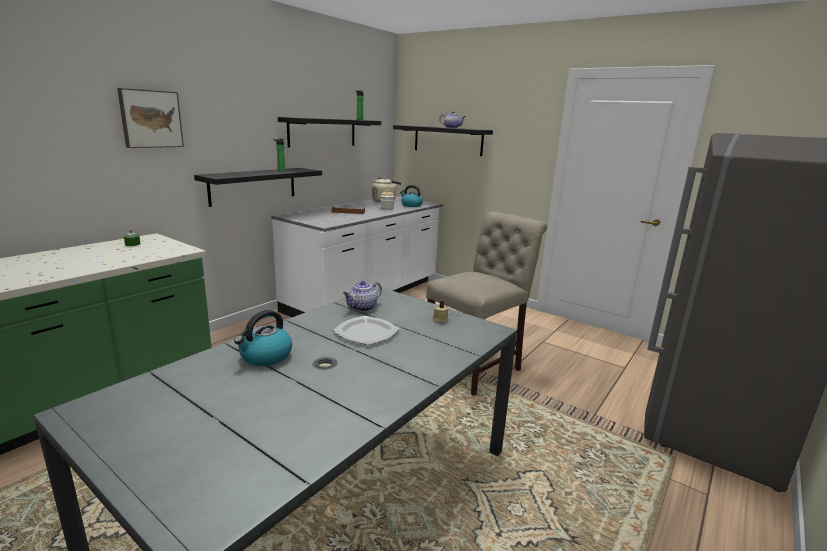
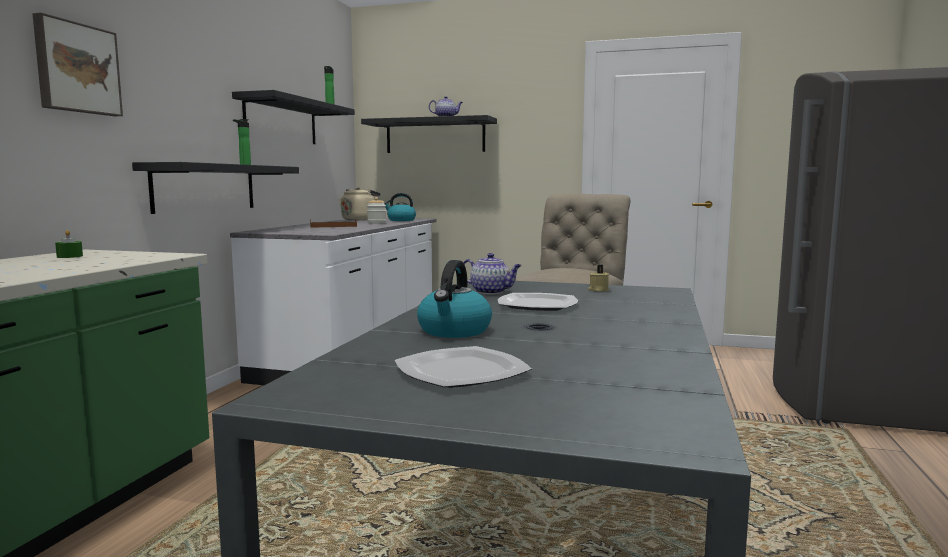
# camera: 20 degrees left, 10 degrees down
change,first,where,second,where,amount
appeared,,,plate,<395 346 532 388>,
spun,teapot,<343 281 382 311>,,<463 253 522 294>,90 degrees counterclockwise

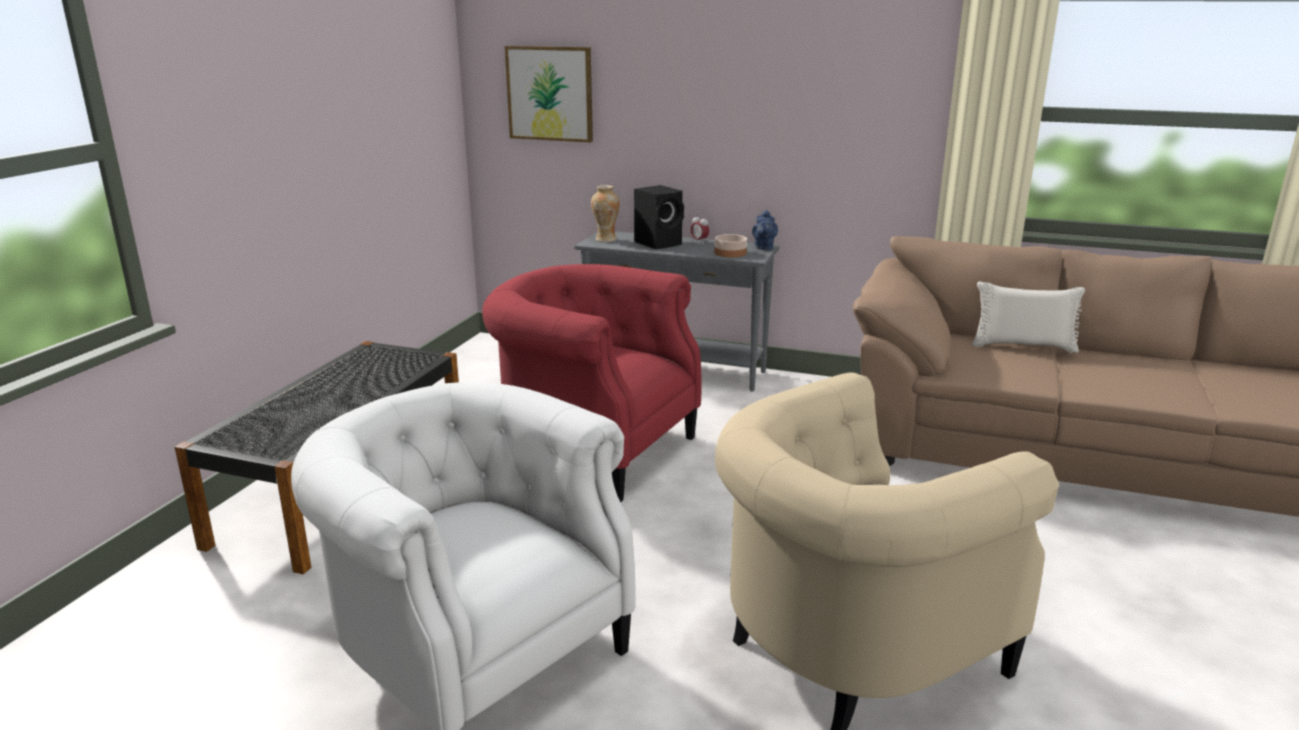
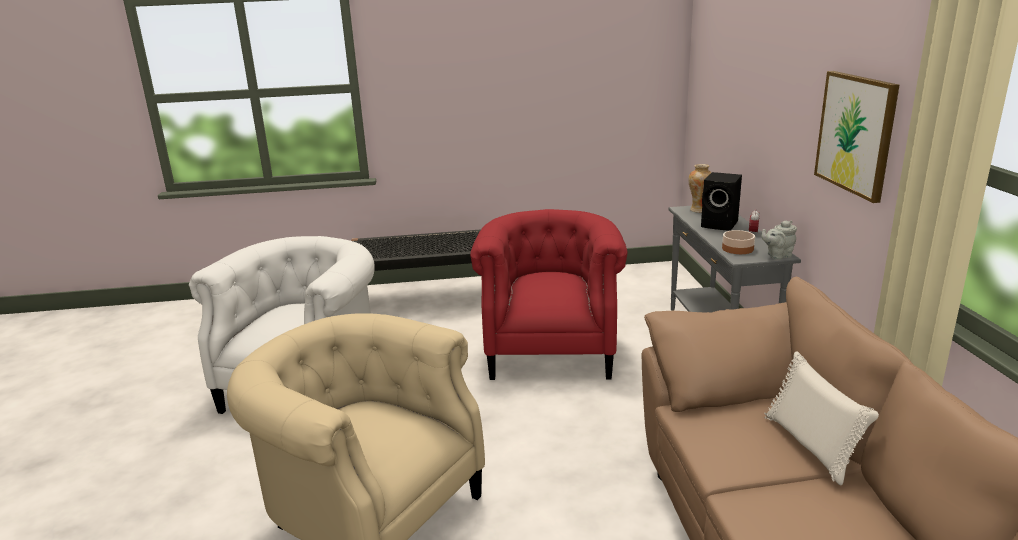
# camera: 65 degrees right, 0 degrees up
change,first,where,second,where,amount
relocated,wall art,<505 46 593 142>,,<814 71 899 203>,
colour,teapot (bluish),<752 210 778 250>,teapot (grey),<762 220 797 259>,

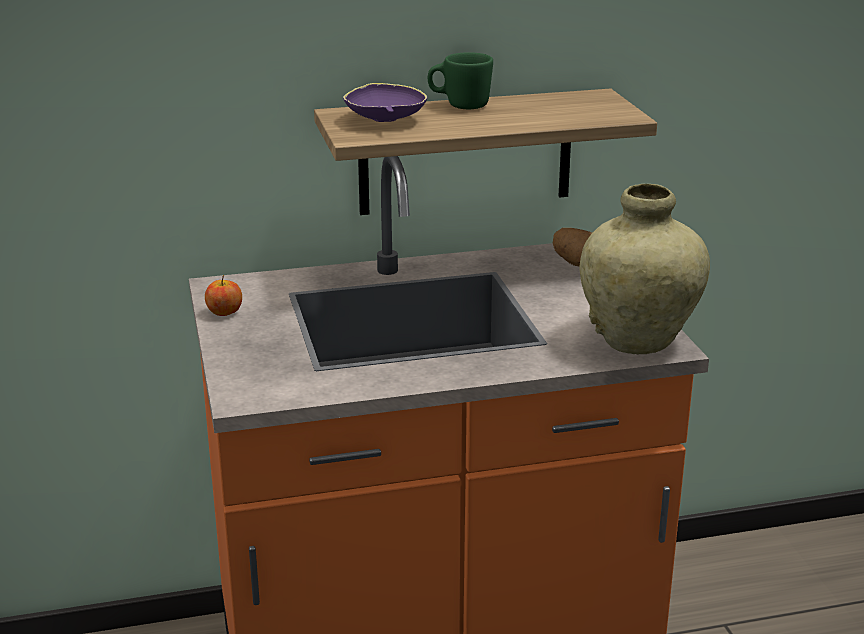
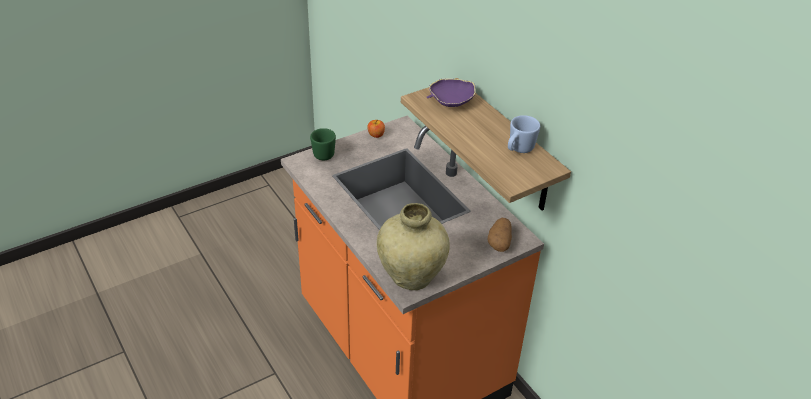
# camera: 70 degrees right, 15 degrees up
change,first,where,second,where,amount
appeared,,,coffee mug (bluish),<508 115 540 153>,
relocated,coffee mug (green-coloured),<428 52 493 109>,,<310 128 336 160>,

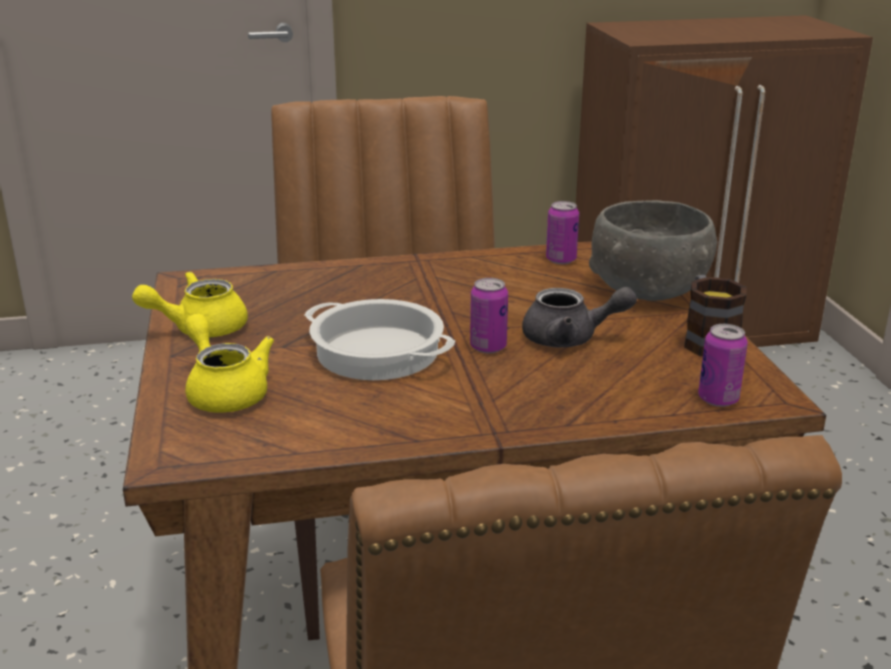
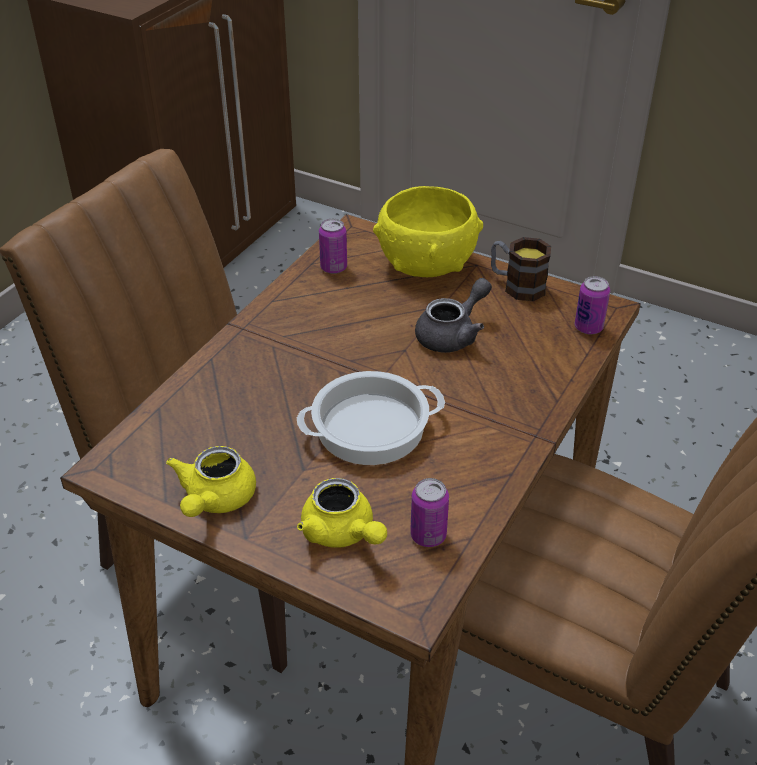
# camera: 50 degrees left, 15 degrees up
change,first,where,second,where,amount
relocated,sealed can,<470 278 508 354>,,<410 478 449 547>,
colour,serving bowl (grey),<589 200 717 301>,serving bowl (yellowish),<373 186 483 277>,
spun,teapot (yellowish),<185 314 274 413>,,<297 478 387 548>,135 degrees counterclockwise

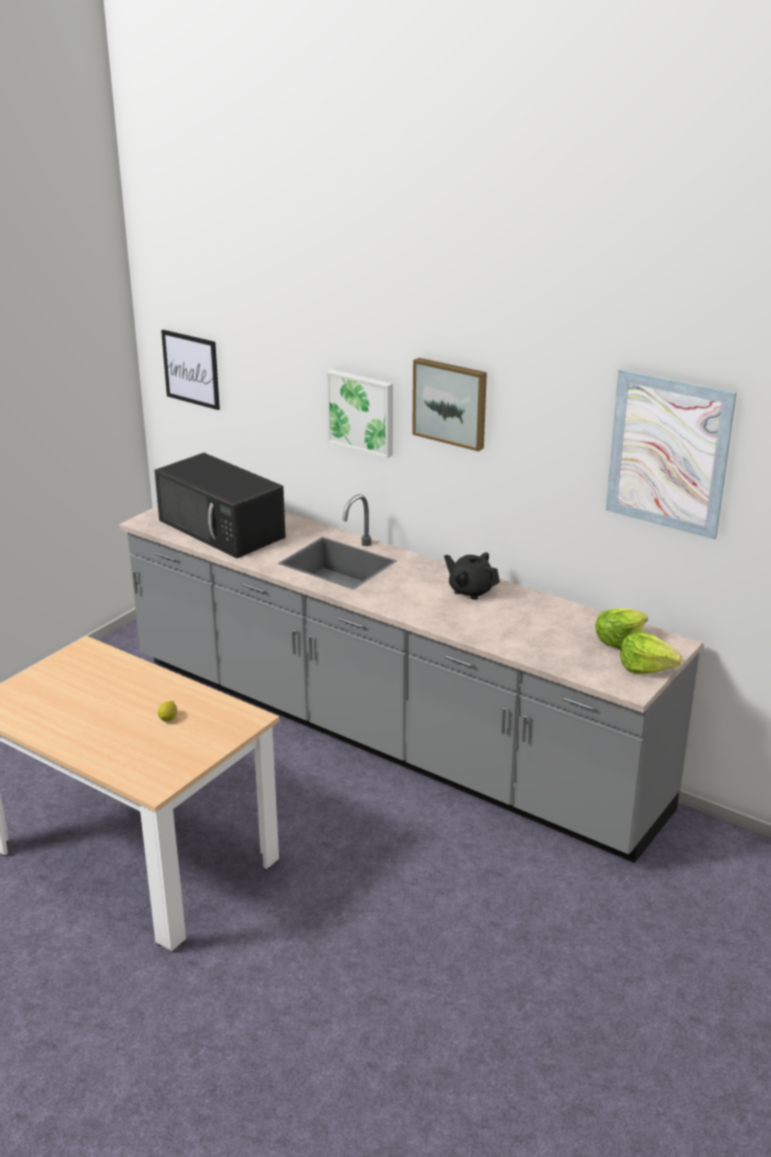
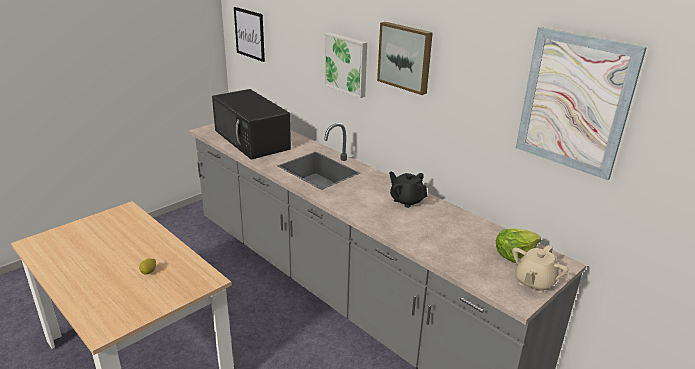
# camera: 10 degrees right, 0 degrees up
change,first,where,second,where,amount
exchanged,lettuce head,<620 631 682 674>,teapot (beige-coloured),<512 245 568 293>,

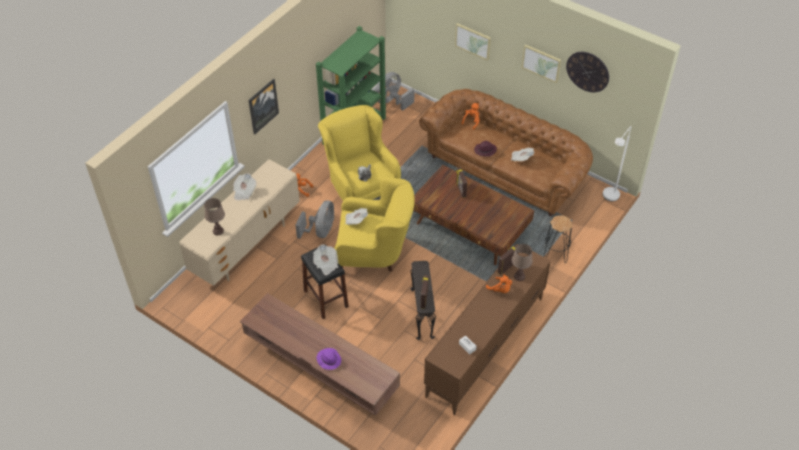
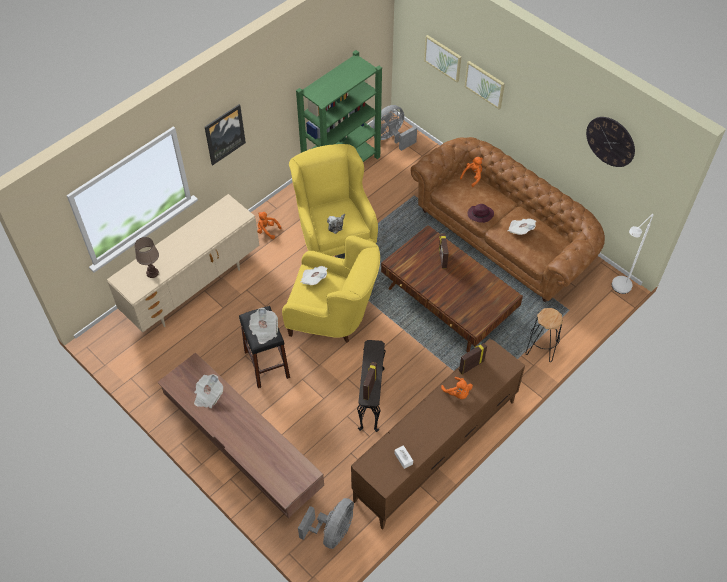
# camera: 10 degrees right, 5 degrees up
change,first,where,second,where,amount
missing,hat (purple),<317 348 341 370>,,,
missing,lamp for a table (brown),<512 244 533 281>,,,
relocated,daily paper,<233 173 257 200>,,<194 374 223 408>,
relocated,electric fan (grey),<295 200 334 239>,,<298 498 354 549>,
relocated,wall art,<522 44 561 83>,,<424 35 461 83>,

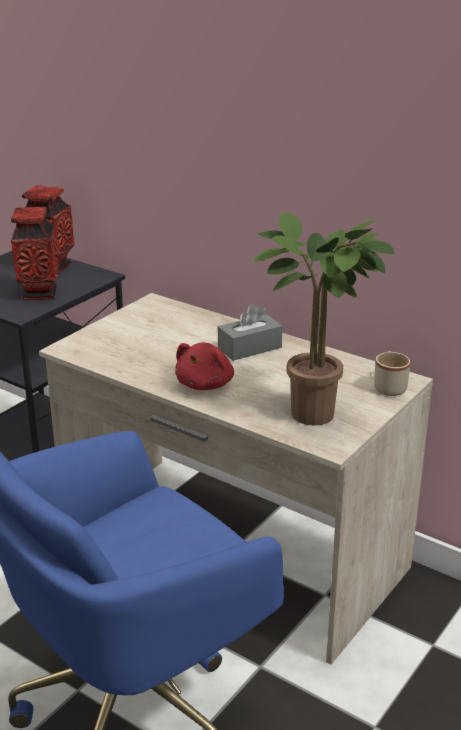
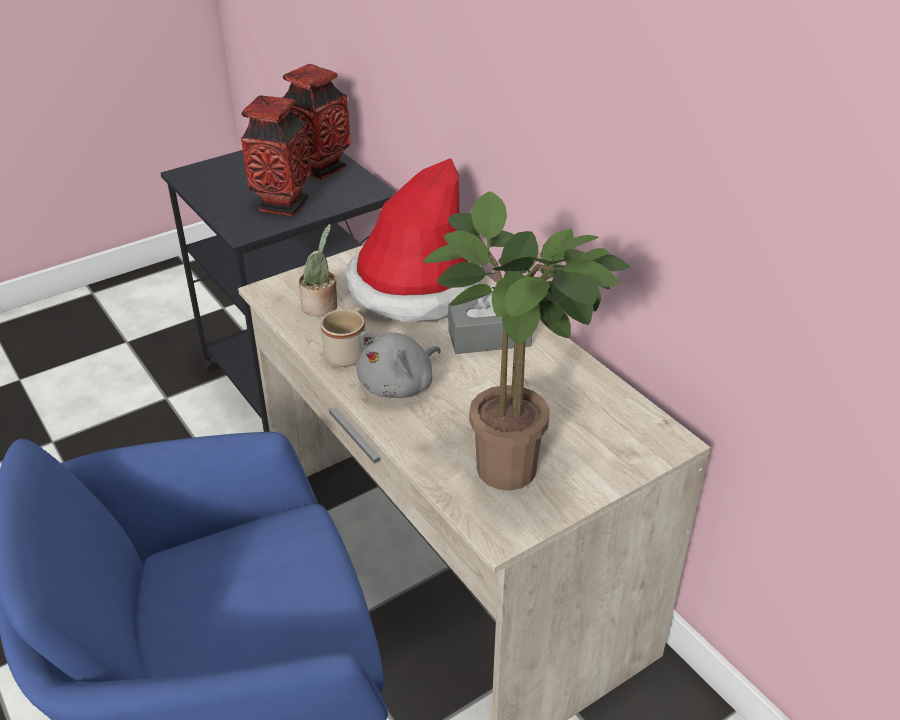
# camera: 20 degrees right, 10 degrees up
change,first,where,second,where,amount
appeared,,,houseplant,<299 224 337 317>,
appeared,,,hat,<346 158 482 322>,
relocated,coffee mug (beige-coloured),<374 351 410 396>,,<320 307 365 367>,
colour,soft toy (reddish),<175 343 234 390>,soft toy (grey),<357 331 441 398>,

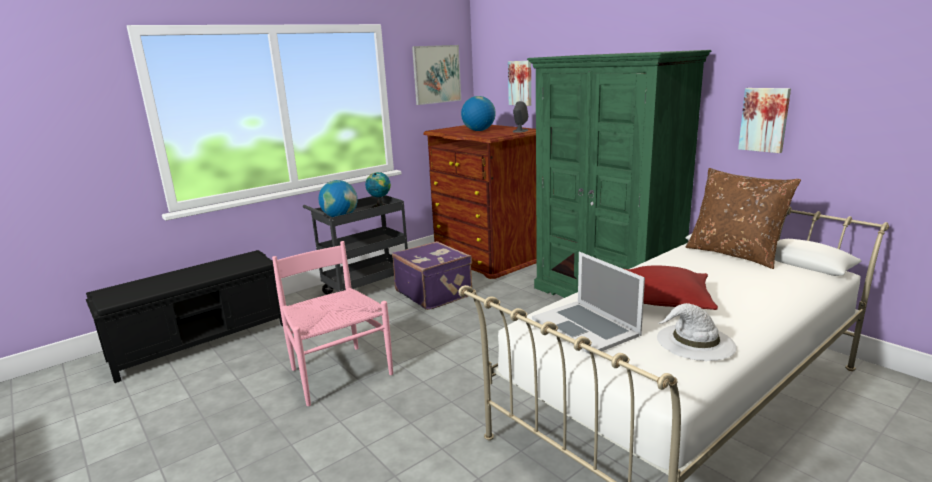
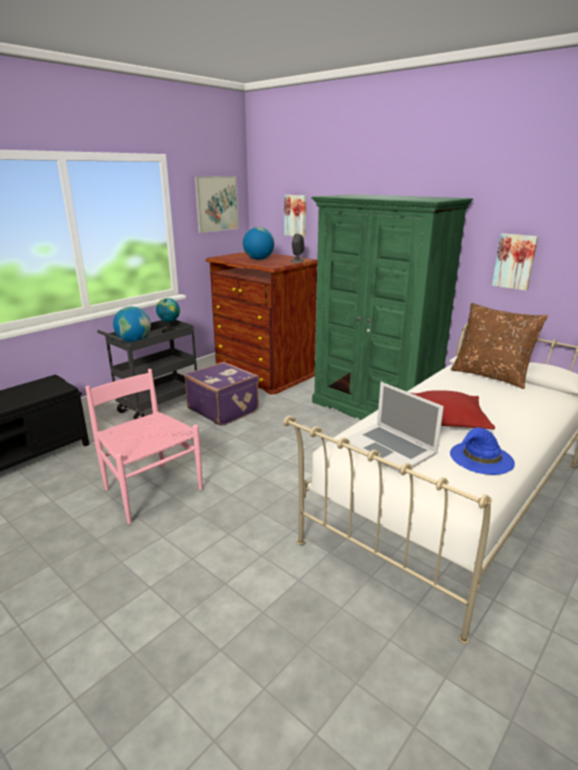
# camera: 10 degrees left, 5 degrees up
change,first,where,second,where,amount
colour,hat (white-coloured),<657 303 737 361>,hat (bluish),<450 427 515 475>,

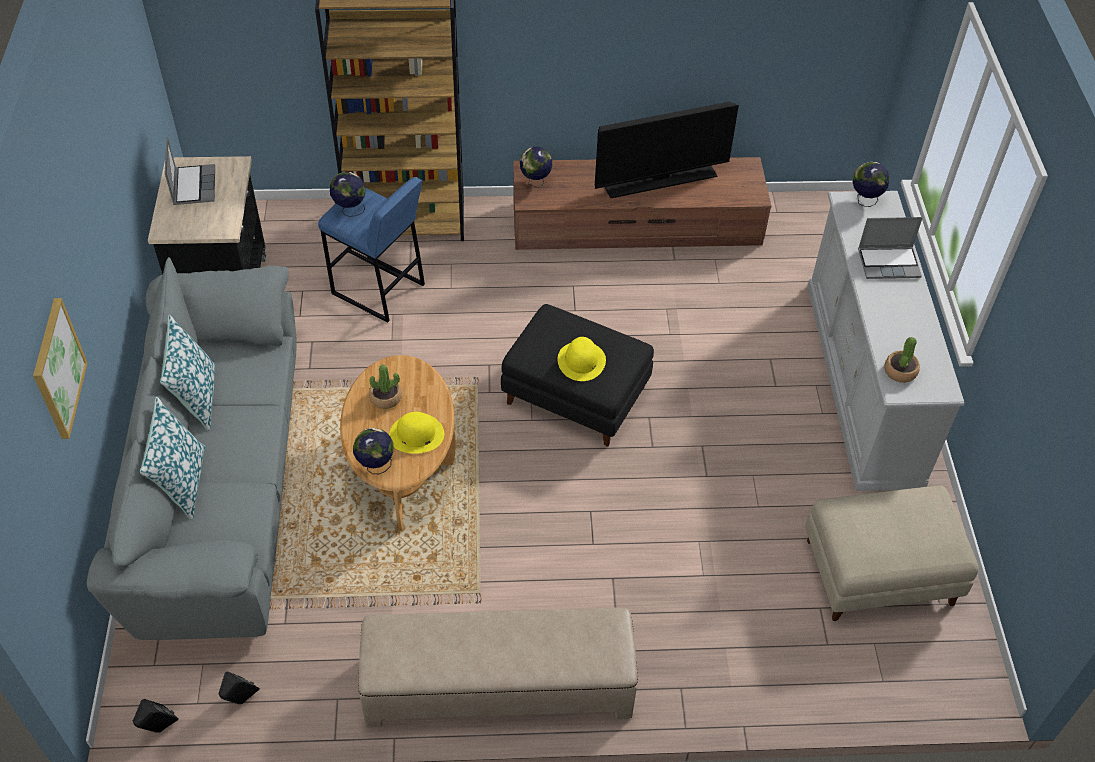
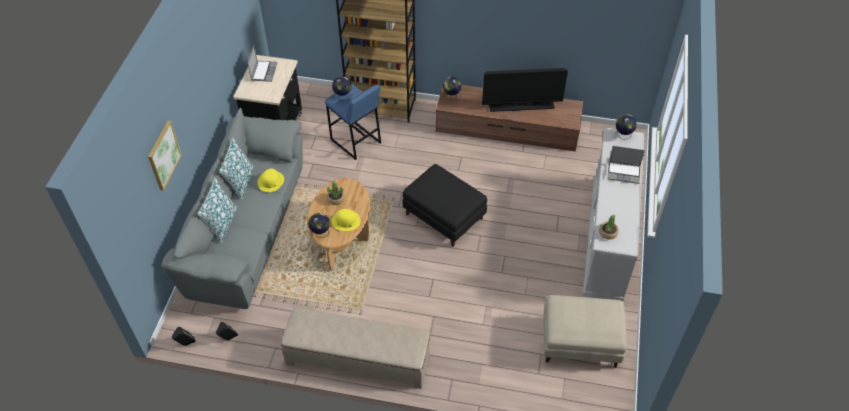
# camera: 15 degrees right, 0 degrees up
change,first,where,second,where,amount
relocated,hat (yellowish),<557 337 606 381>,,<258 168 284 192>,

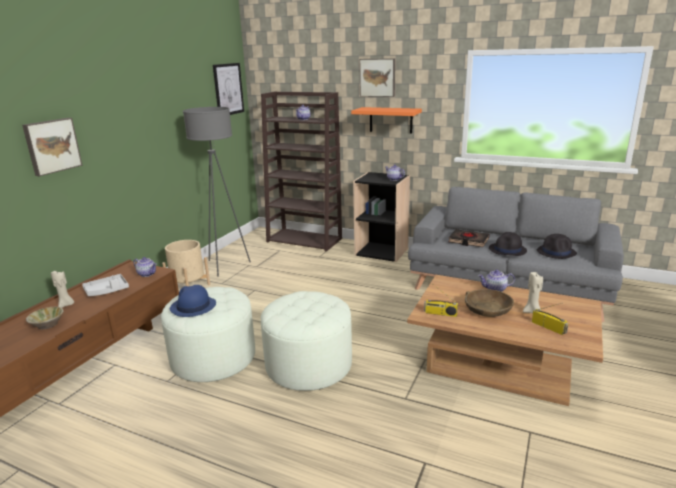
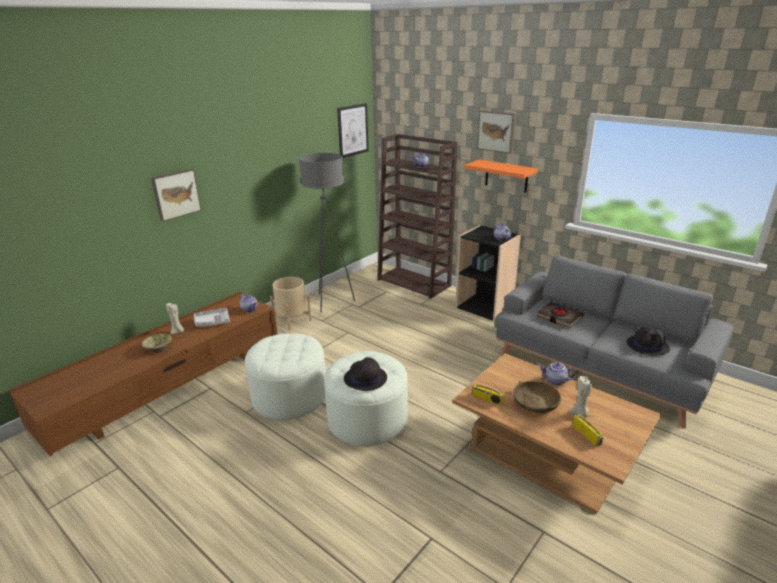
# camera: 15 degrees right, 5 degrees up
change,first,where,second,where,amount
missing,hat (bluish),<170 285 216 317>,,,
relocated,hat (blackish),<489 232 527 256>,,<344 357 387 391>,

